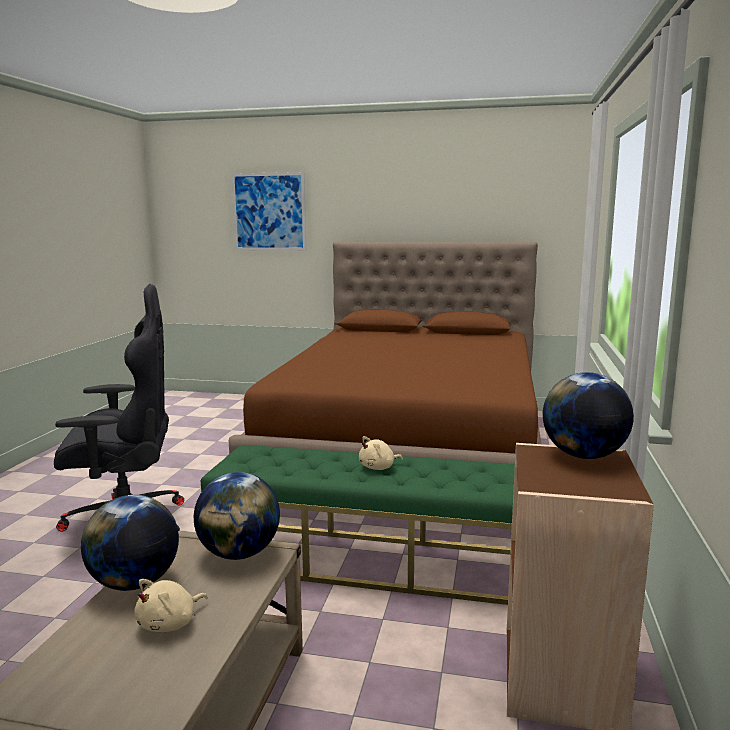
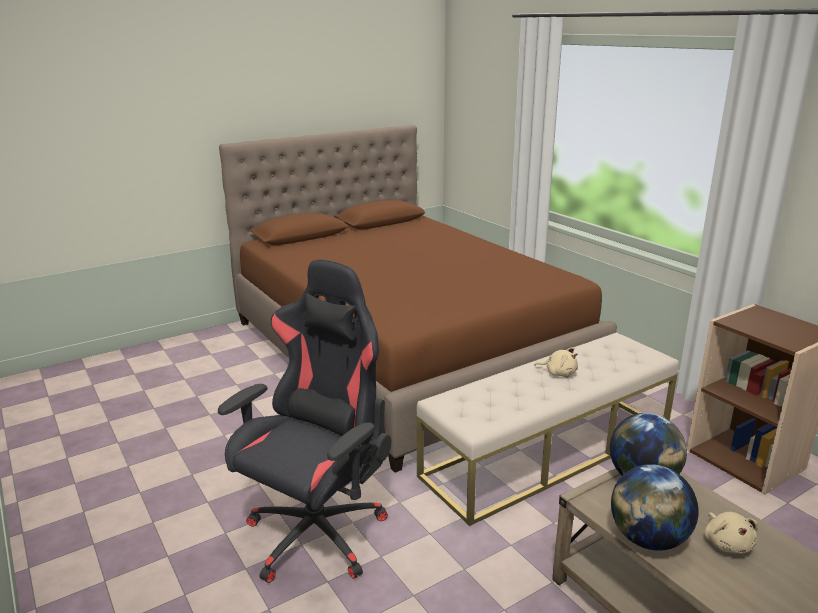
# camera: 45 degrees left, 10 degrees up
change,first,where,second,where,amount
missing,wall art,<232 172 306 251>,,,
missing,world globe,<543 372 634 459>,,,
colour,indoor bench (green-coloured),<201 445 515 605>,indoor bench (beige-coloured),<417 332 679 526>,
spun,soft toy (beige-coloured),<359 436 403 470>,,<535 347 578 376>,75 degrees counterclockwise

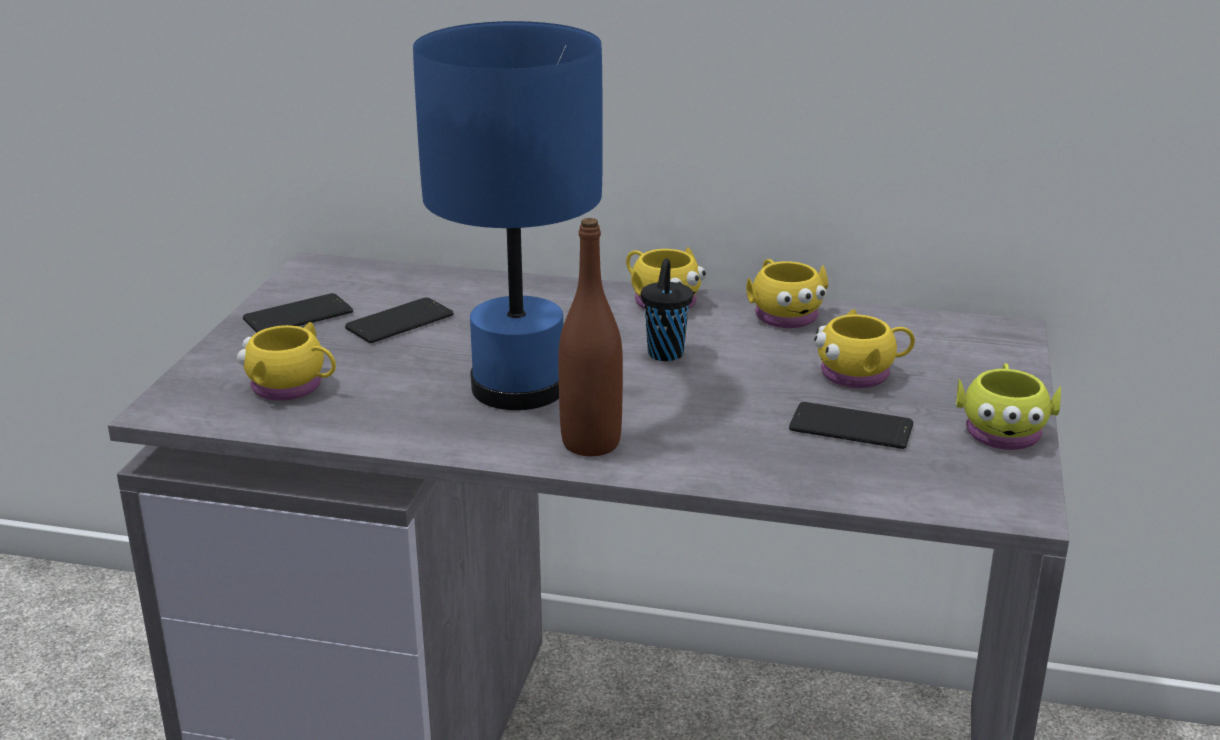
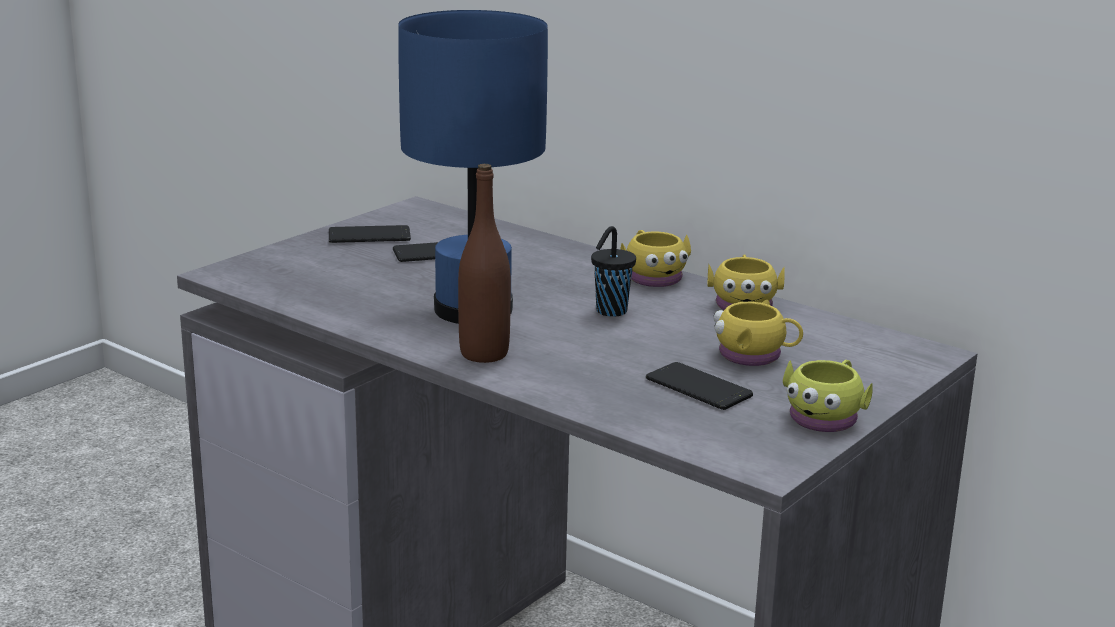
# camera: 25 degrees right, 5 degrees down
change,first,where,second,where,amount
missing,coffee mug (yellowish),<237 322 336 401>,,,

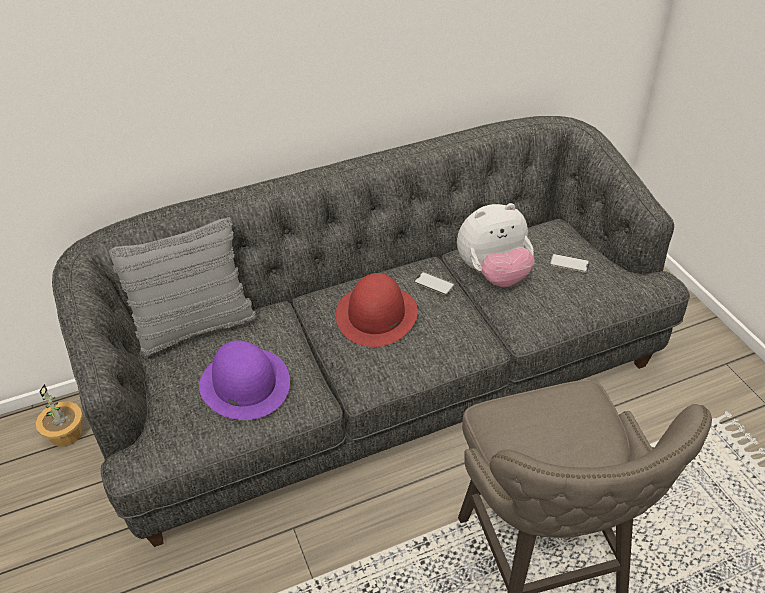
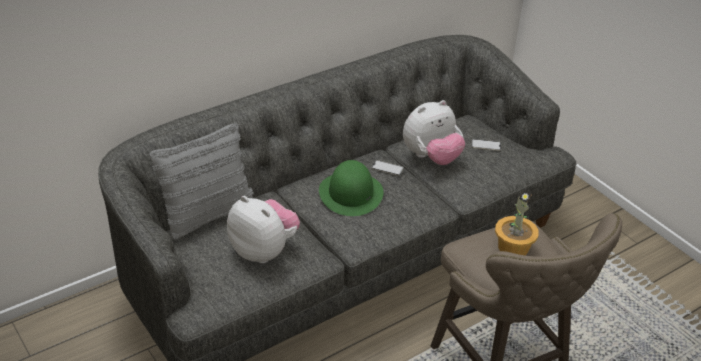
# camera: 15 degrees left, 5 degrees down
change,first,where,second,where,amount
relocated,houseplant,<36 384 83 447>,,<495 191 539 256>,
exchanged,hat (purple),<199 341 290 420>,soft toy,<227 196 300 263>,
colour,hat (reddish),<336 273 418 347>,hat (green-coloured),<319 160 383 216>,

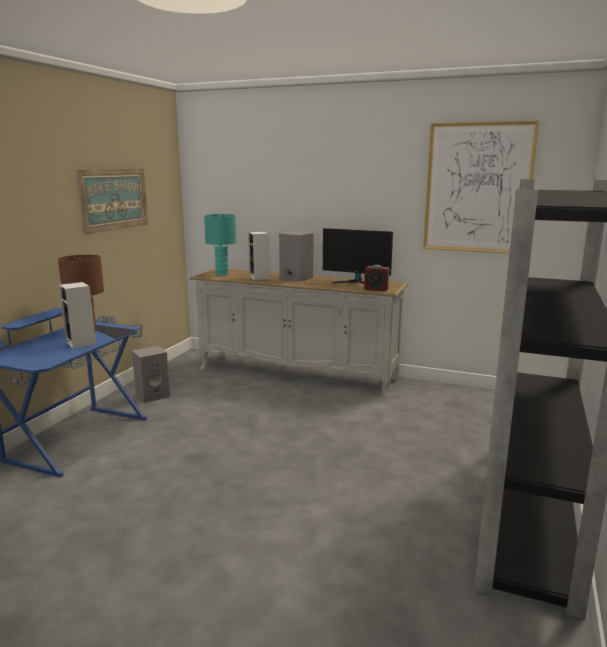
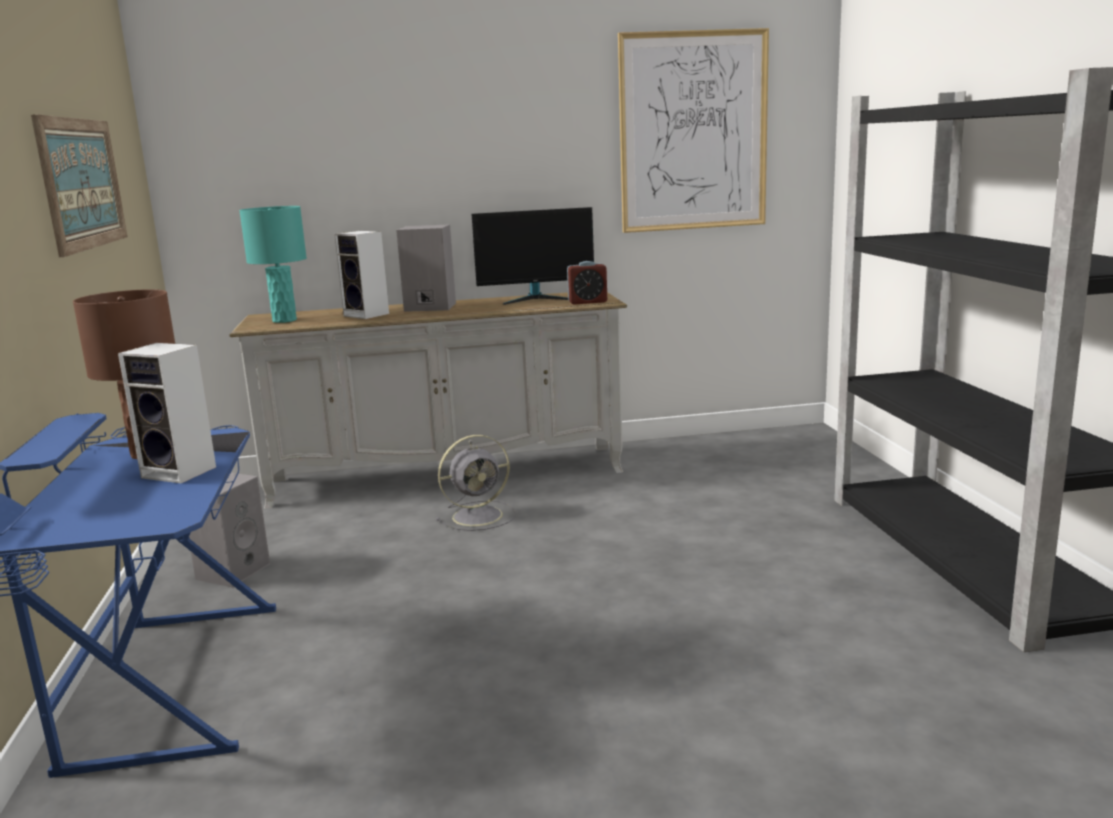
# camera: 30 degrees left, 0 degrees up
change,first,where,second,where,amount
appeared,,,electric fan (grey),<436 435 516 531>,

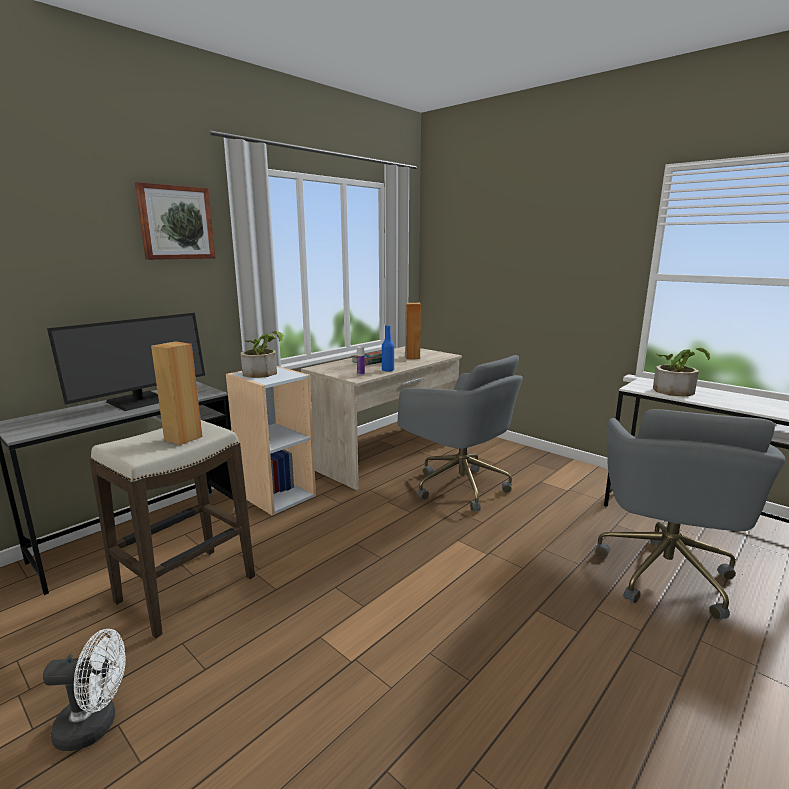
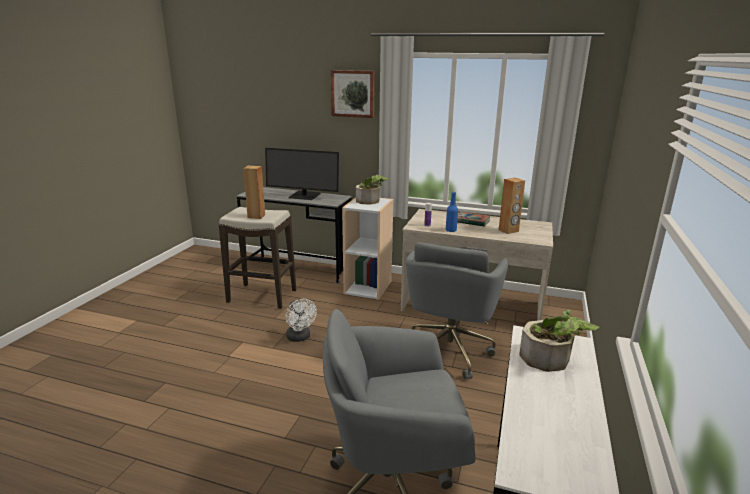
# camera: 65 degrees right, 5 degrees up
change,first,where,second,where,amount
relocated,electric fan (white-coloured),<43 629 126 751>,,<285 299 317 342>,

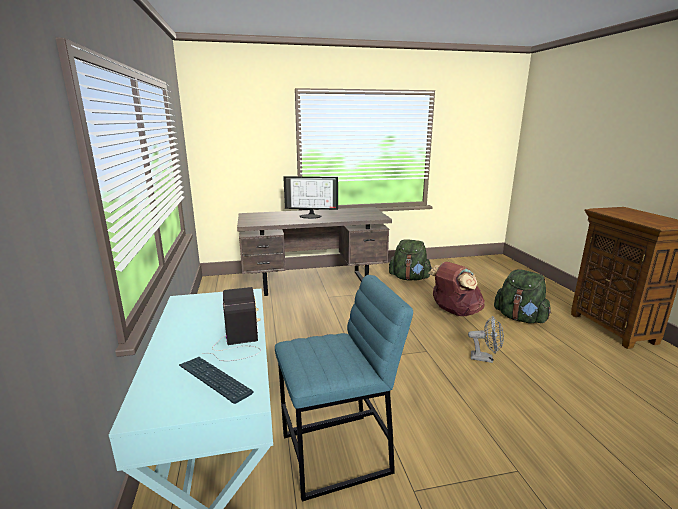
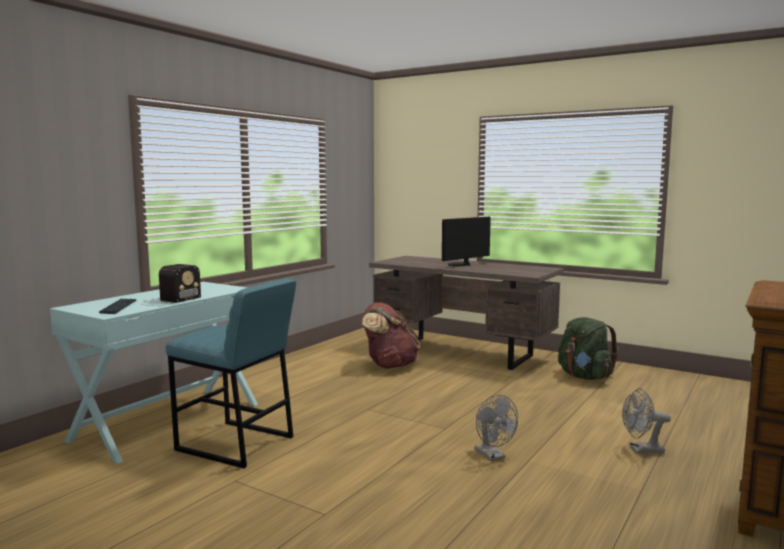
# camera: 45 degrees right, 10 degrees down
change,first,where,second,where,amount
relocated,knapsack (brown),<428 262 485 316>,,<361 302 420 369>,
exchanged,knapsack (green-coloured),<494 269 552 323>,electric fan (grey),<622 388 671 453>,
spun,computer screen,<283 176 338 219>,,<442 217 491 266>,90 degrees clockwise

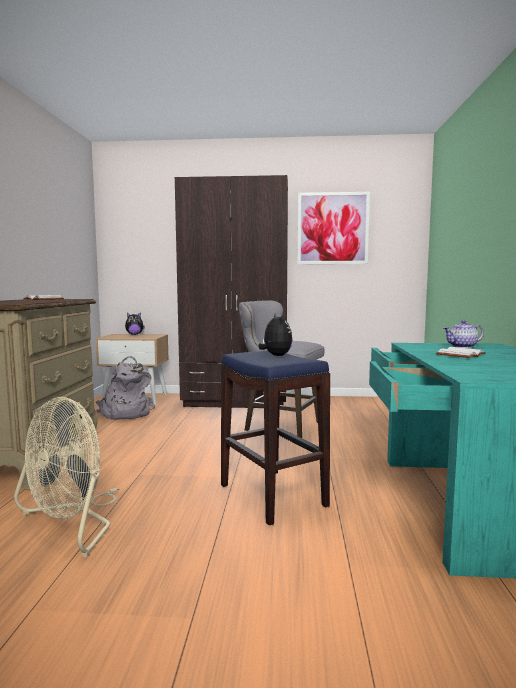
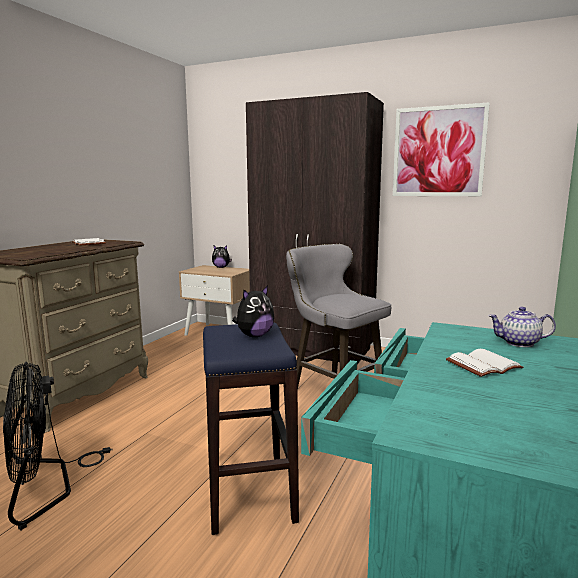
# camera: 20 degrees right, 5 degrees up
change,first,where,second,where,amount
missing,knapsack (grey),<96 356 155 420>,,,
colour,electric fan (beige-coloured),<14 397 119 558>,electric fan (blackish),<3 362 113 531>,
spun,soft toy,<258 313 292 356>,,<232 285 274 337>,45 degrees clockwise

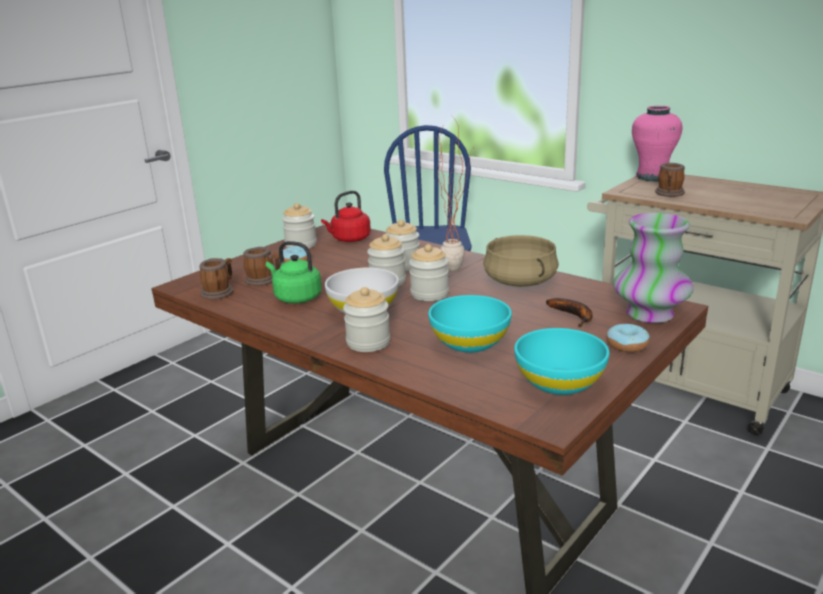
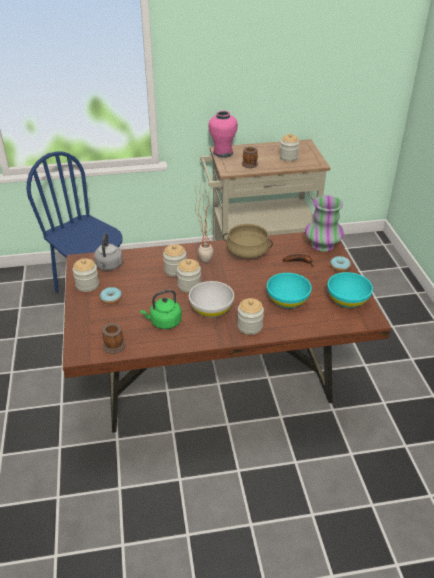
# camera: 50 degrees left, 15 degrees up
change,first,where,second,where,amount
missing,coffee mug,<243 247 280 286>,,,
relocated,storage jar,<409 244 449 301>,,<280 134 299 161>,
colour,kettle (reddish),<321 191 371 242>,kettle (grey),<94 233 123 271>,

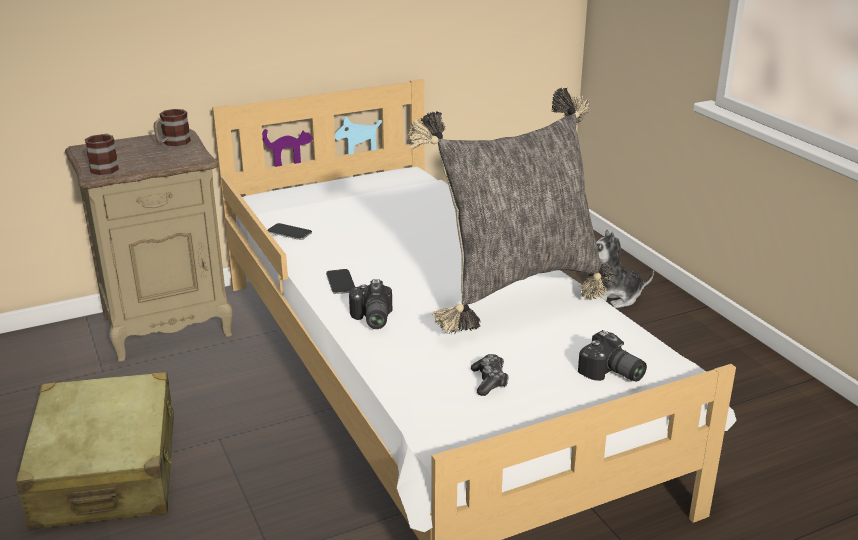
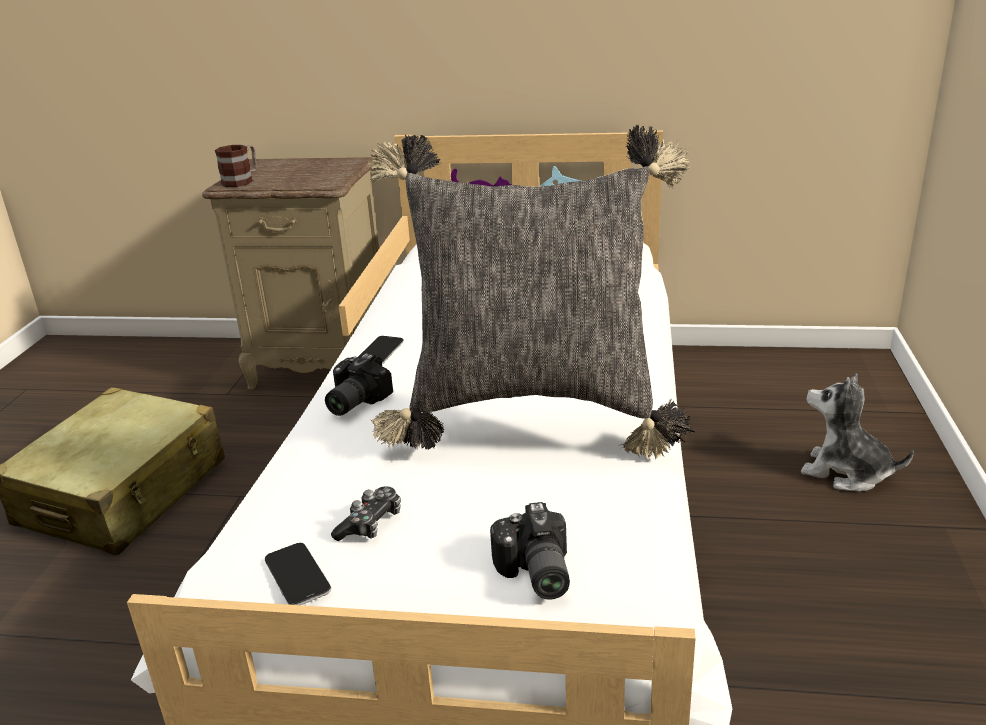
# camera: 35 degrees right, 0 degrees up
change,first,where,second,where,amount
missing,coffee mug,<153 109 191 146>,,,
relocated,handset,<268 223 312 240>,,<265 543 331 605>,

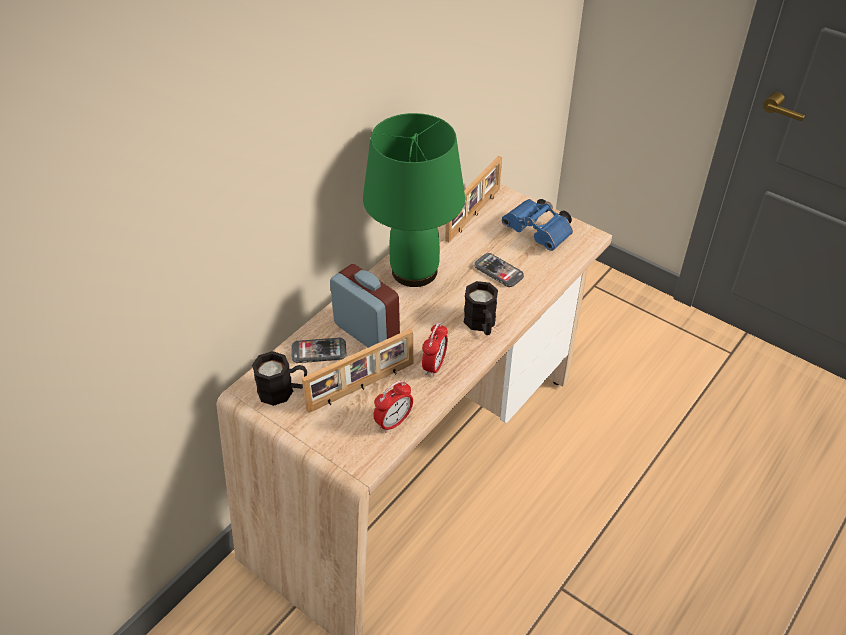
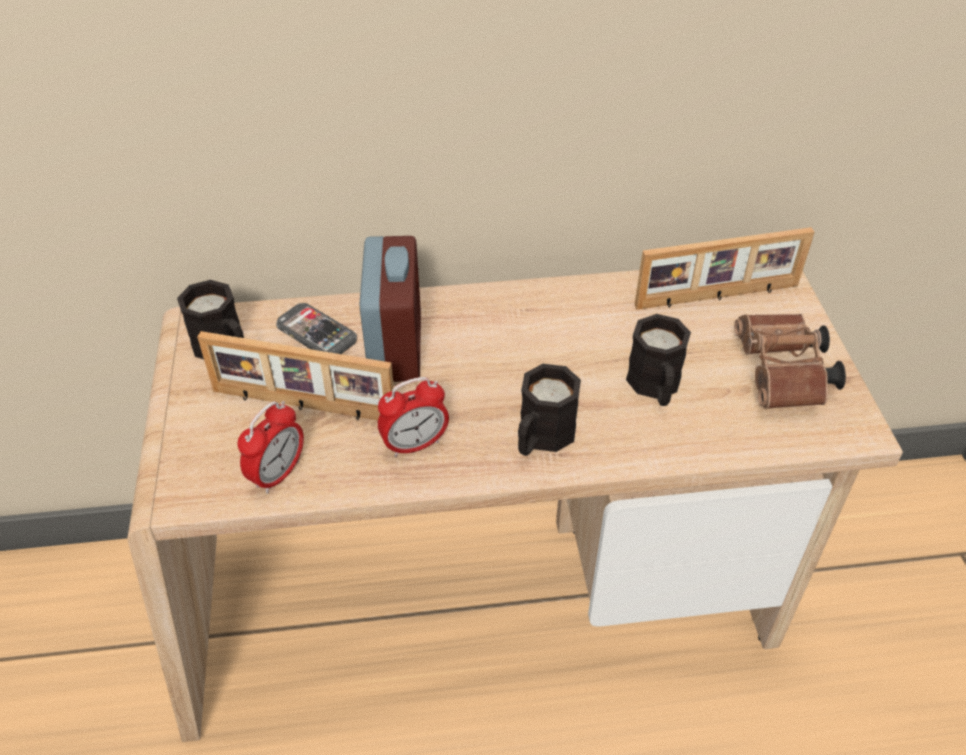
# camera: 45 degrees right, 0 degrees up
change,first,where,second,where,amount
missing,lamp for a table (green-coloured),<363 113 465 287>,,,
exchanged,handset,<474 253 524 287>,coffee mug (blackish),<626 314 691 406>,
colour,pair of binoculars (bluish),<502 199 573 251>,pair of binoculars (brown),<734 314 846 409>,
spun,bedside clock,<373 381 413 433>,,<237 401 304 494>,60 degrees counterclockwise

